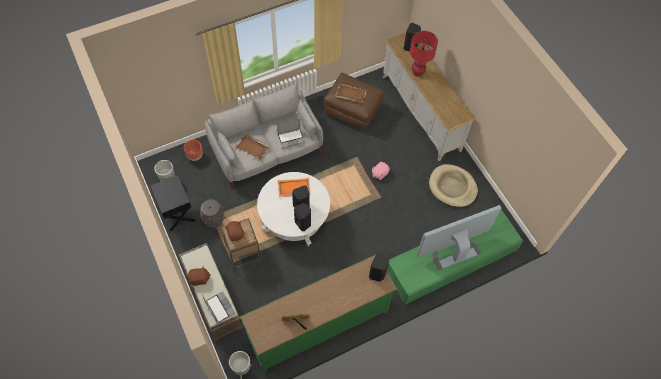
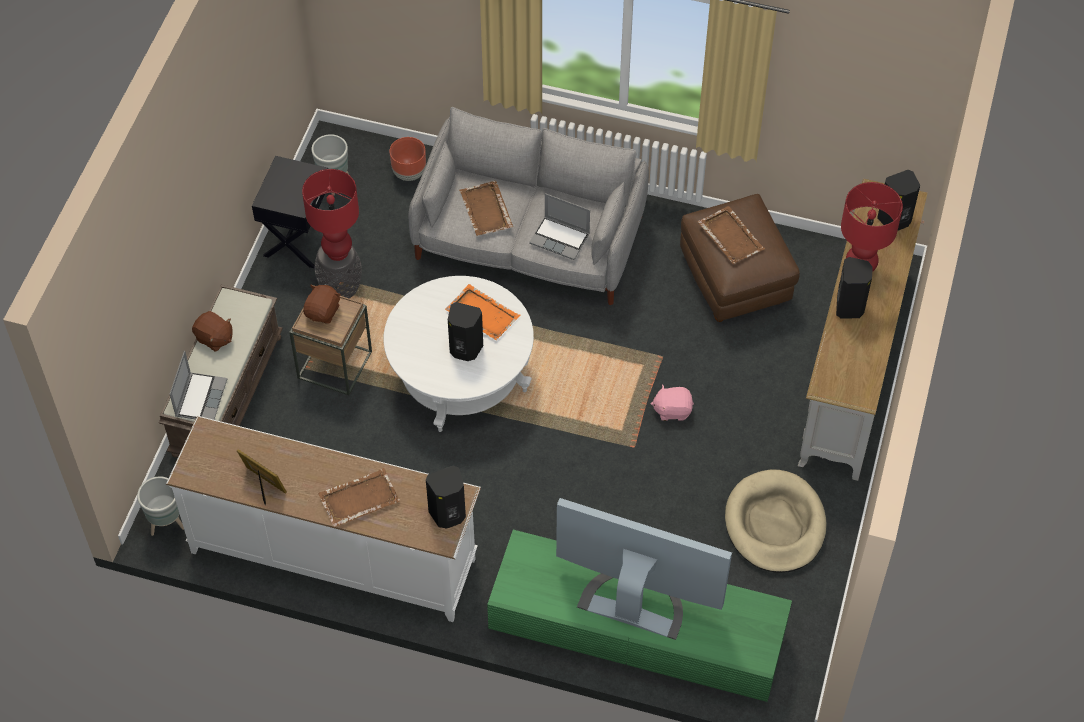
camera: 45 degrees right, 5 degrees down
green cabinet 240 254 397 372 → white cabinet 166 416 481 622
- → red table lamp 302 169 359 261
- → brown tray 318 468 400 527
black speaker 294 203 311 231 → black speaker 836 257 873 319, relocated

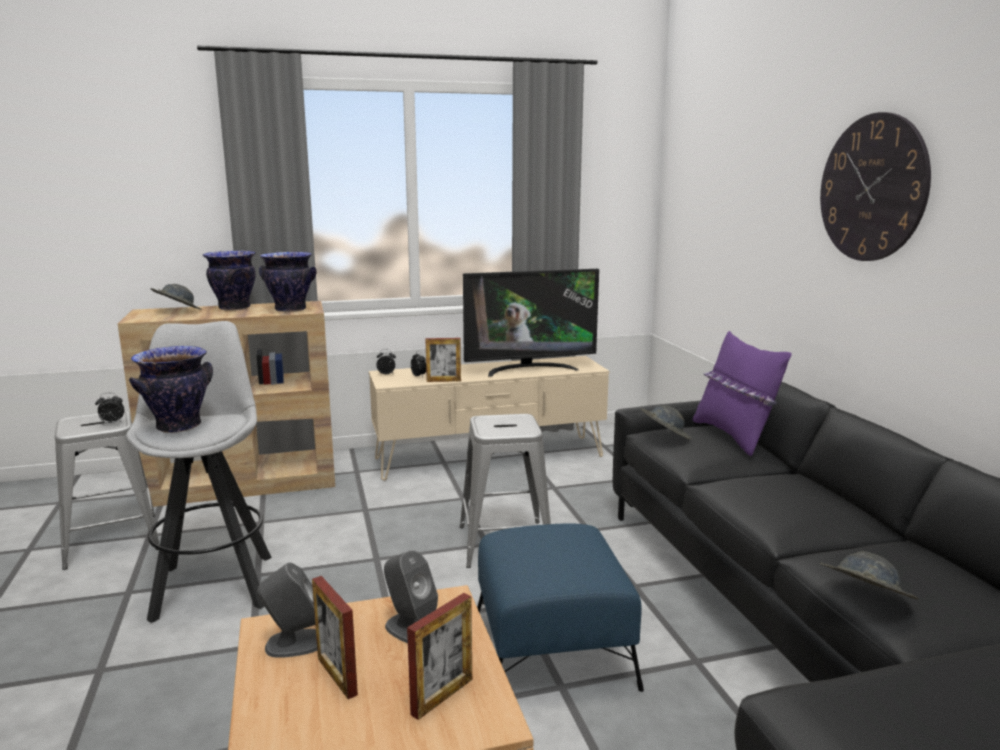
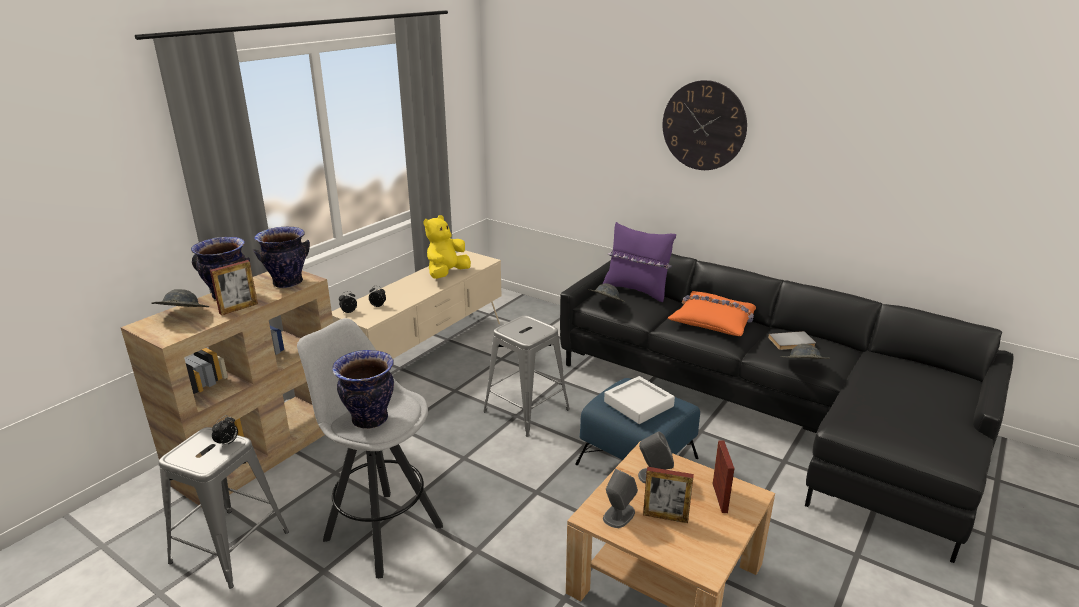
camera: 40 degrees left, 10 degrees up
picture frame 425 338 461 382 → picture frame 210 260 258 315, relocated
television 463 269 599 377 → yellow plush toy 423 215 471 279
- → grey tray 604 376 675 424
- → orange pillow 668 291 756 336
- → grey book 768 331 816 350

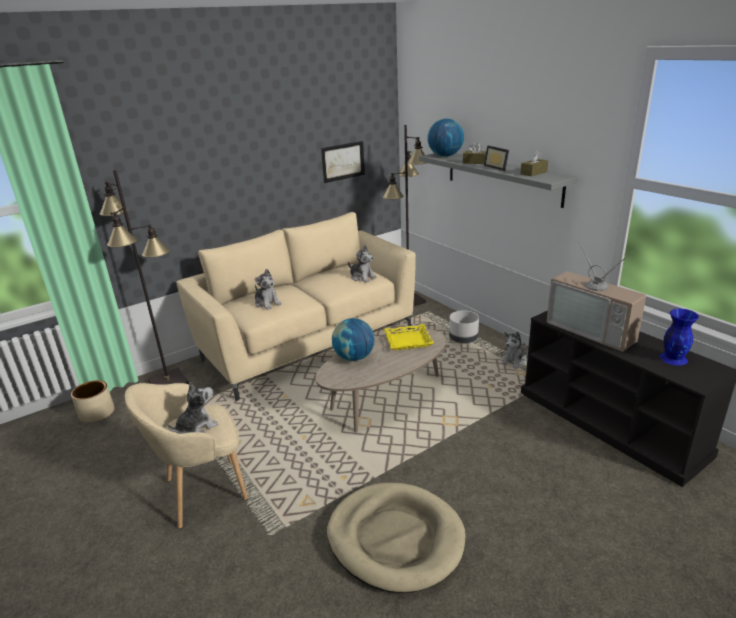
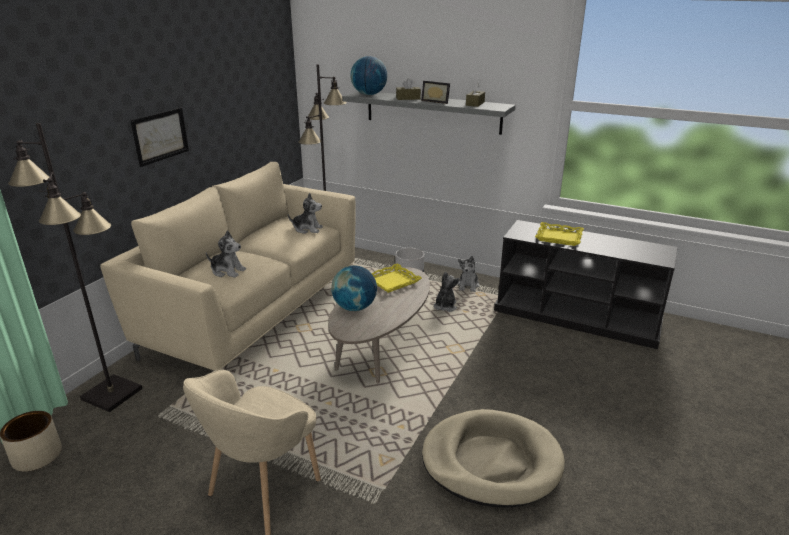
camera: 30 degrees left, 0 degrees up
picture 321 141 365 183 → picture 130 108 189 167, relocated
plush toy 167 382 218 434 → plush toy 434 272 460 312, relocated
television 547 240 646 352 → yellow tray 535 222 584 246
blue vase 660 309 699 366 → -

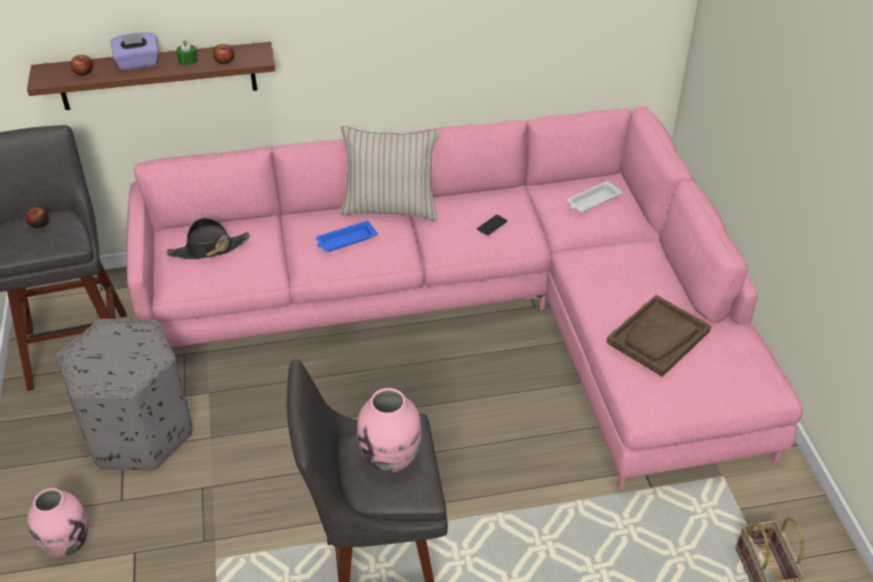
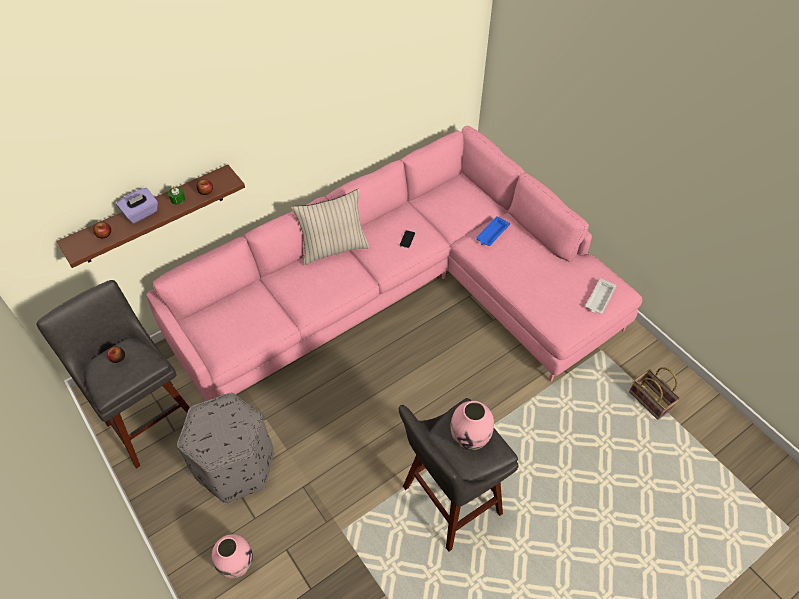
camera: 25 degrees left, 10 degrees up
blue tray 316 220 377 252 → blue tray 476 216 510 246, relocated
white tray 567 181 622 212 → white tray 586 278 616 314, relocated
black hat 167 218 250 259 → -
brown tray 606 295 711 377 → -

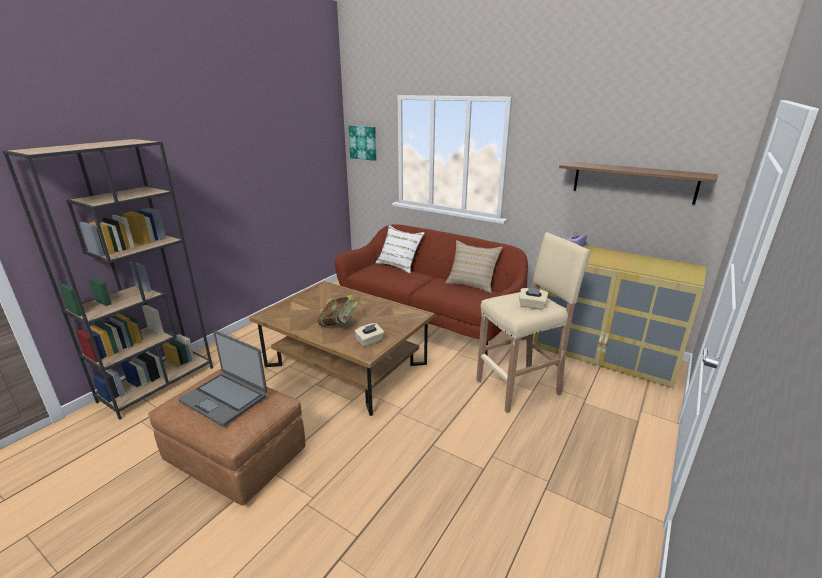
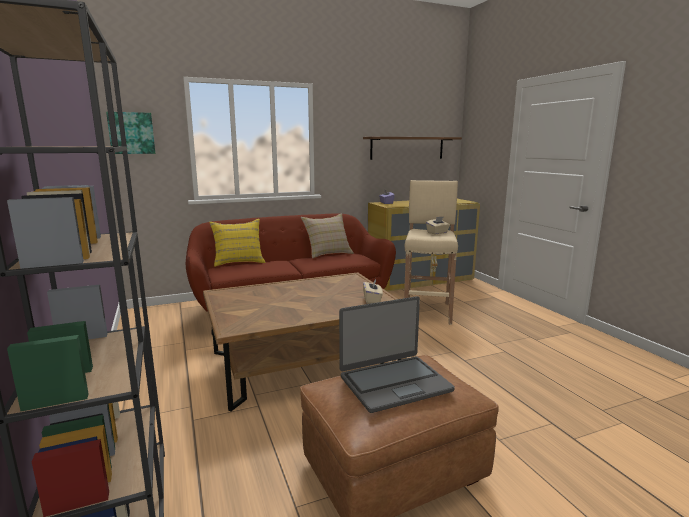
camera: 55 degrees left, 10 degrees down
white pillow 376 225 425 273 → yellow pillow 209 219 266 267
book 317 295 359 327 → -

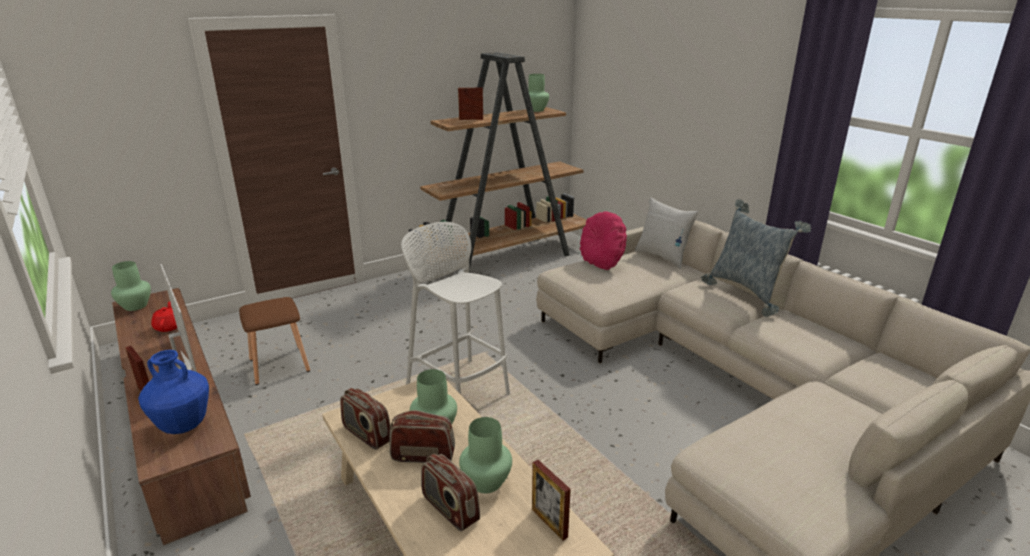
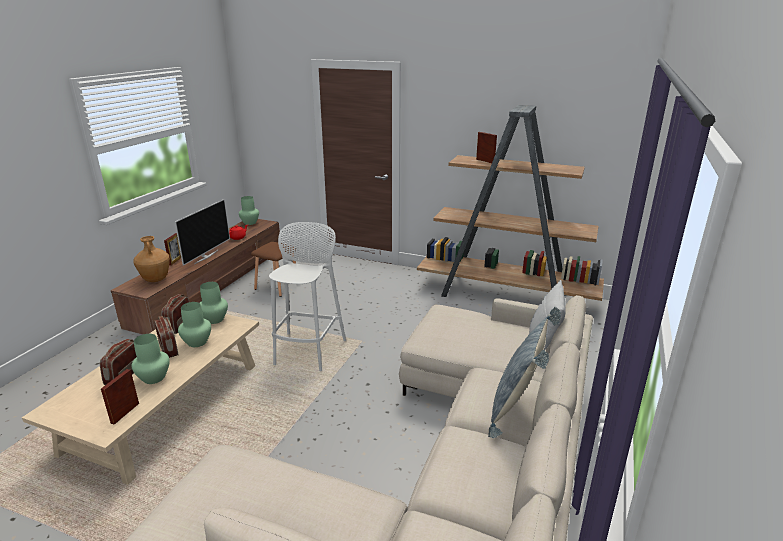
camera: 55 degrees right, 0 degrees up
blue vase 138 350 209 434 → brown vase 133 236 170 282
green vase 528 74 549 112 → green vase 200 282 228 324, relocated
pink pillow 580 212 627 270 → -

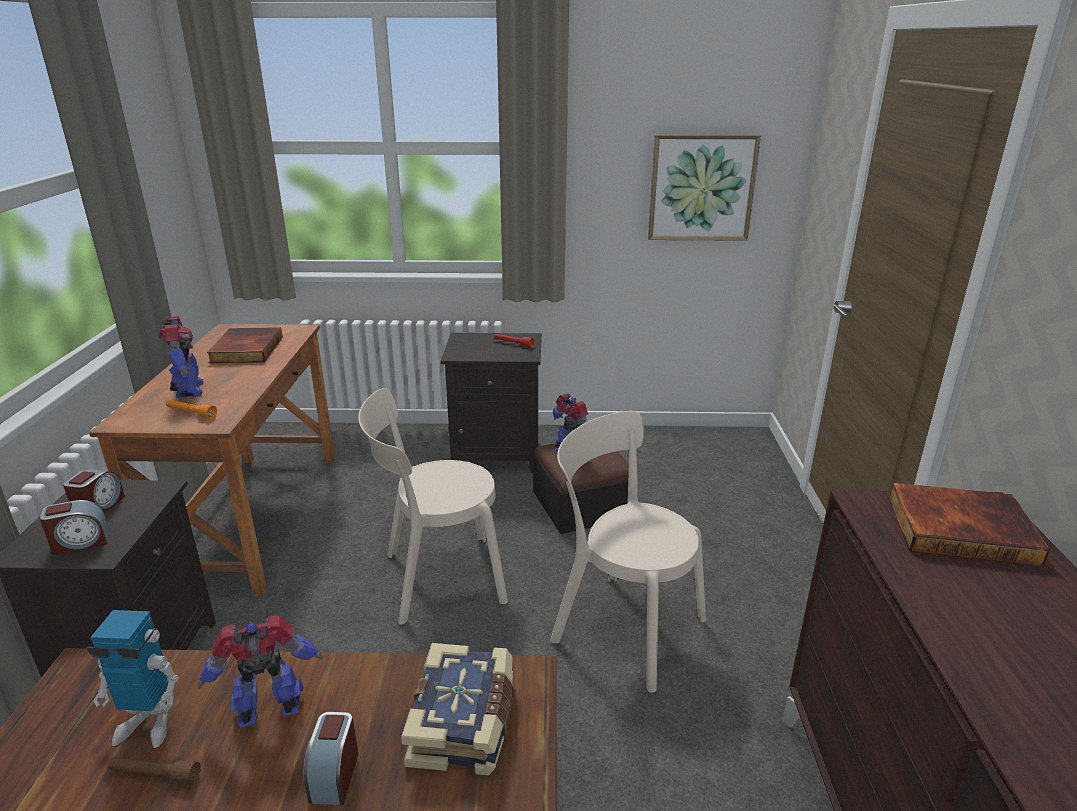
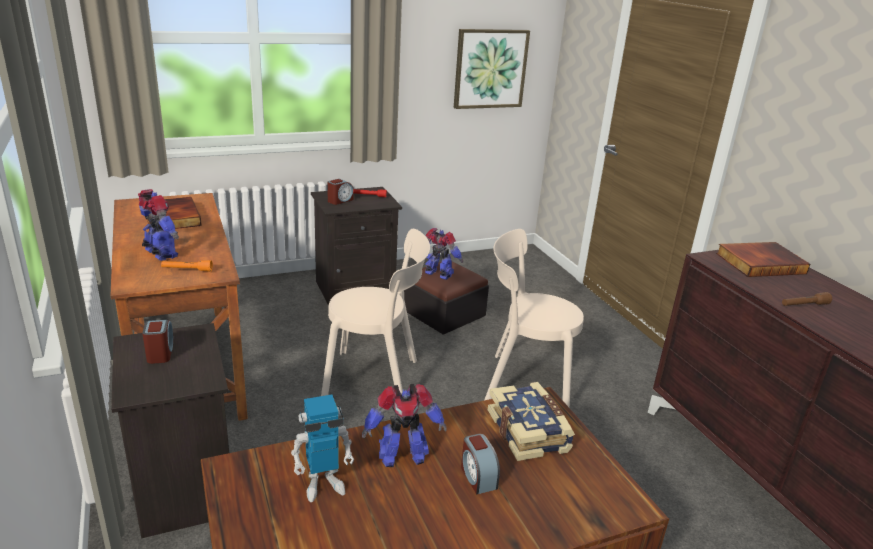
camera: 25 degrees left, 0 degrees up
beige chair 358 388 508 625 → beige chair 321 229 430 396, 135 degrees counterclockwise
alarm clock 40 500 110 555 → alarm clock 327 179 354 205, relocated
toy robot 198 616 323 727 → toy robot 362 384 447 467, 150 degrees counterclockwise
brown flashlight 108 757 201 785 → brown flashlight 782 292 832 306, relocated

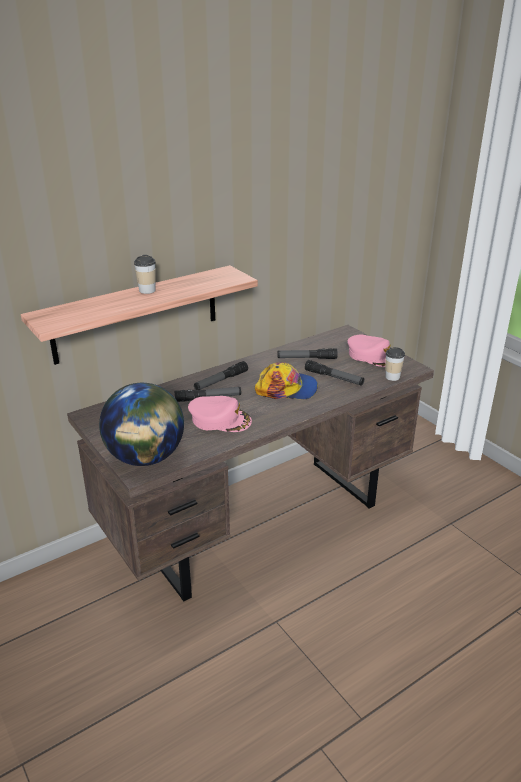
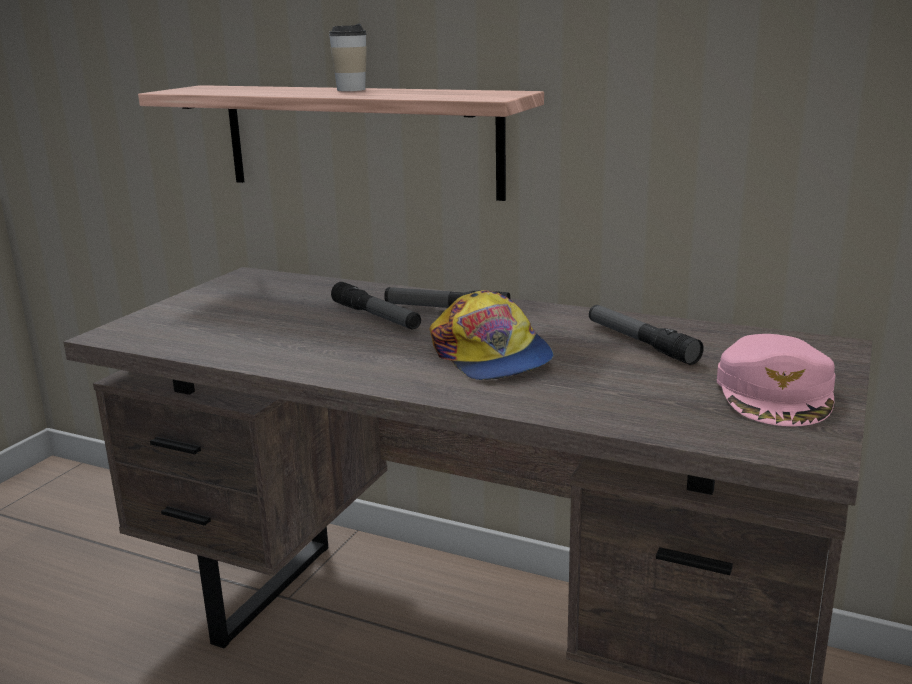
camera: 60 degrees right, 10 degrees down
globe 99 383 184 466 → -
pink cap 188 396 252 432 → -
flashlight 305 360 364 386 → -
cup 385 347 405 381 → -

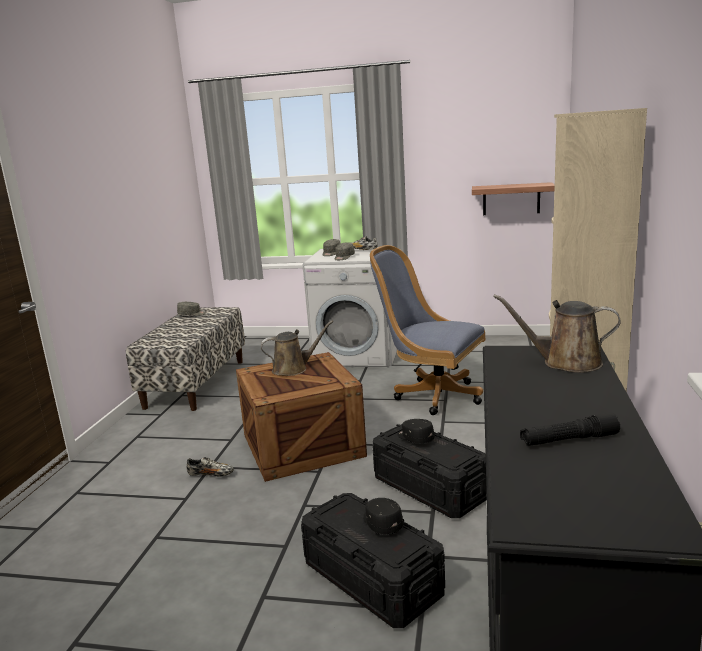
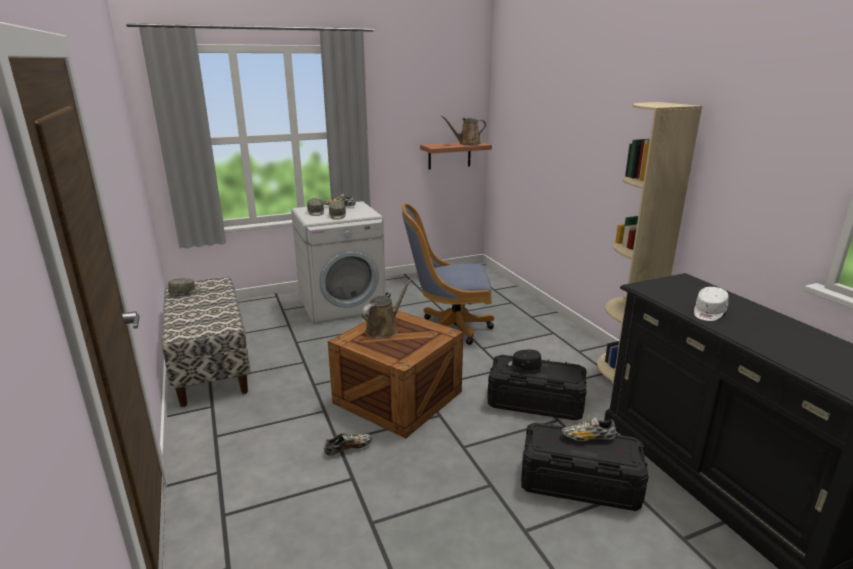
camera: 35 degrees left, 5 degrees up
brown watering can 493 294 621 373 → brown watering can 441 116 486 145, relocated
black cap 363 498 403 535 → shoe 561 417 616 441
- → white cap 694 287 729 321
black flashlight 520 412 620 446 → -

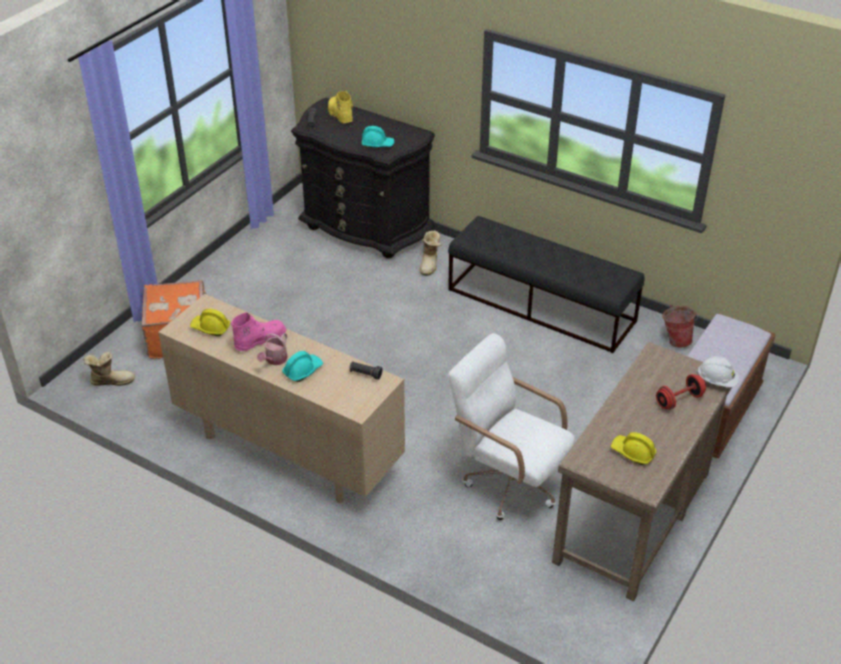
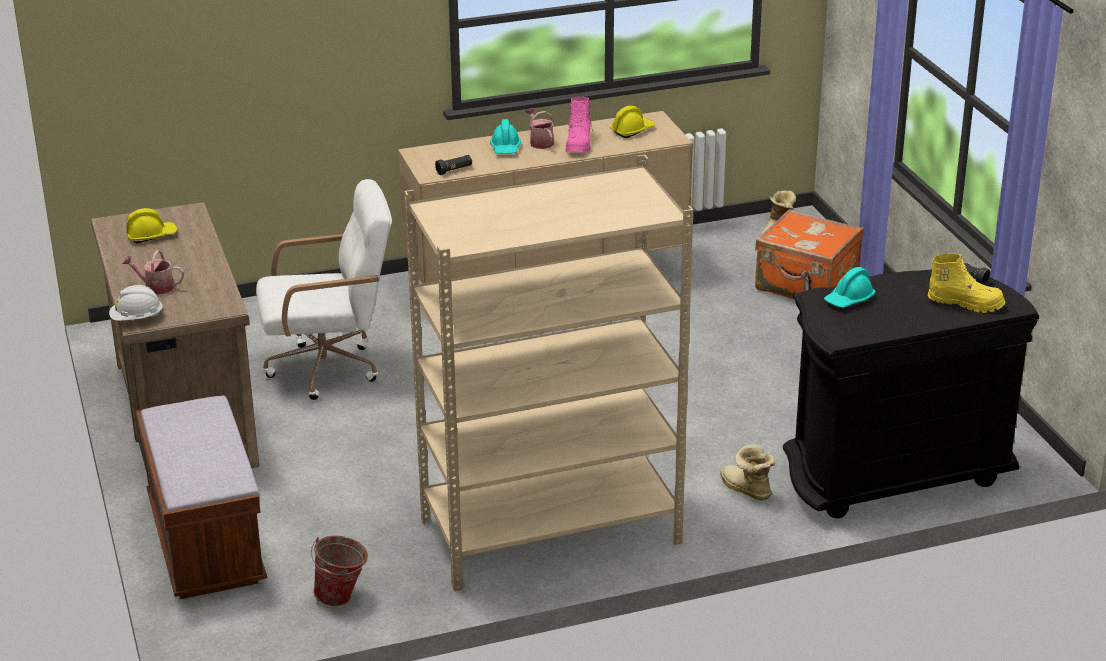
camera: 130 degrees right, 10 degrees down
red dumbbell 656 374 706 410 → watering can 122 250 184 294
black bench 448 216 644 353 → beige bookcase 404 155 693 591

